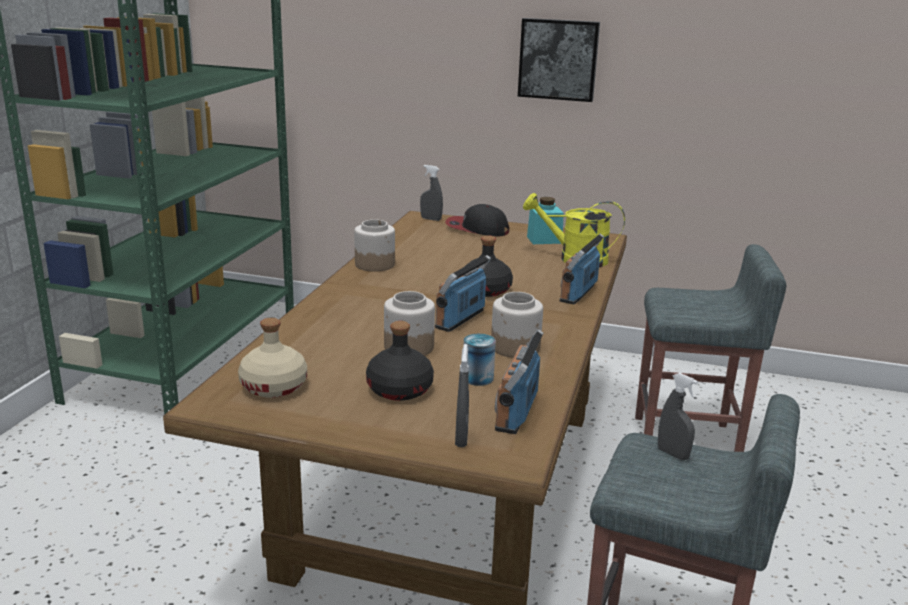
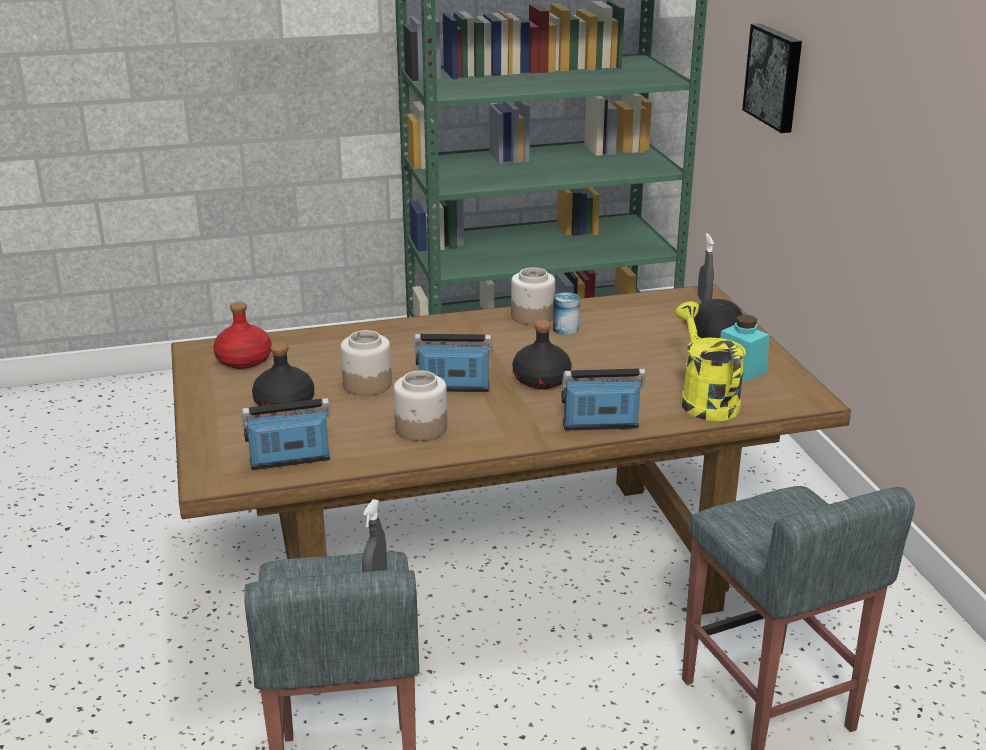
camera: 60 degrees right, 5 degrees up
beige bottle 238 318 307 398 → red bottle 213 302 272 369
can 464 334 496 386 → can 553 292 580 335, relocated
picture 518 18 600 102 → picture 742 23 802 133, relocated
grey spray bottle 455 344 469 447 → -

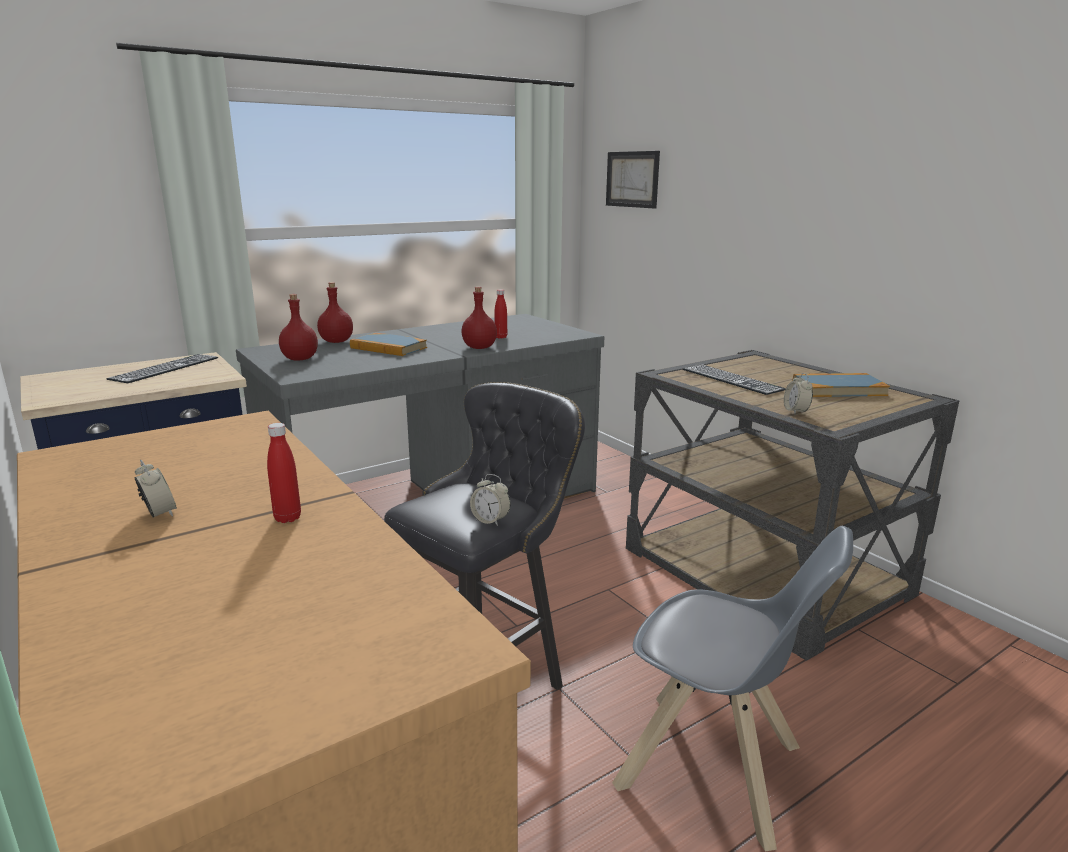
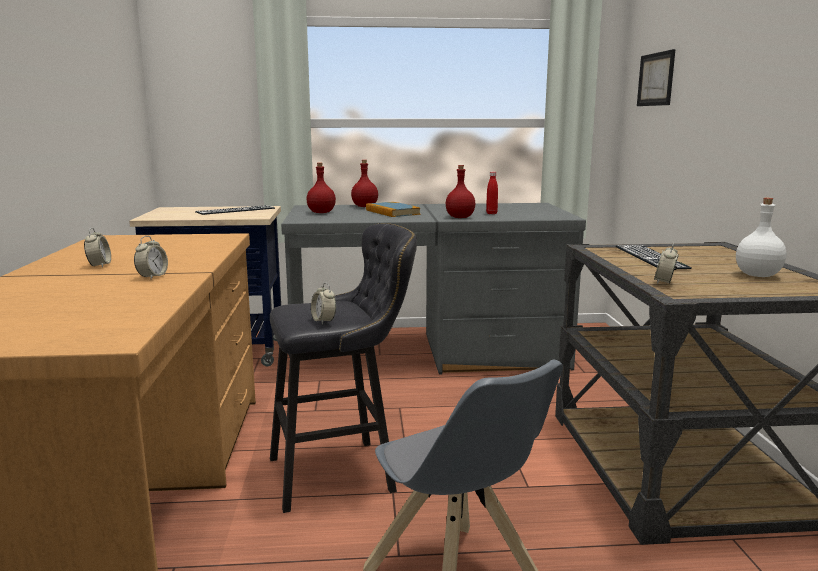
camera: 30 degrees right, 5 degrees down
red bottle 267 423 301 523 → alarm clock 134 236 168 279
book 793 373 890 397 → white bottle 736 198 786 277

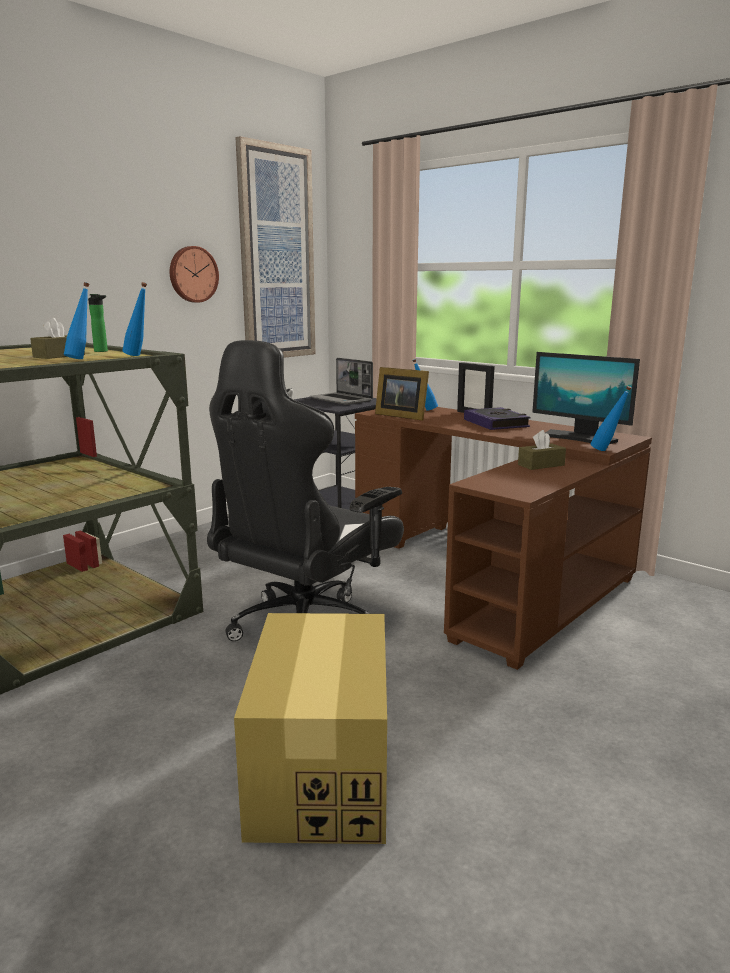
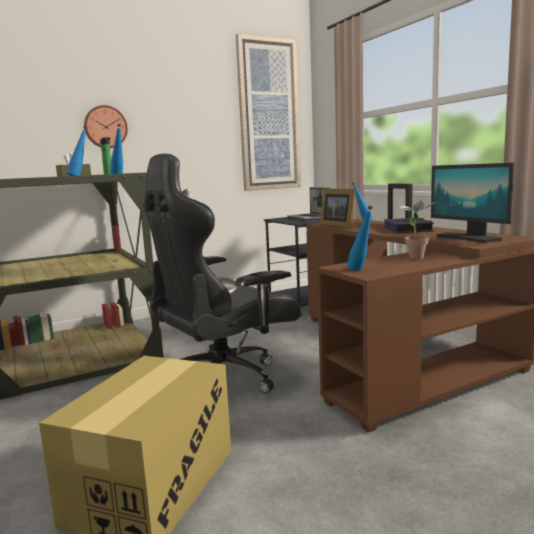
camera: 20 degrees right, 5 degrees down
wall clock 170 246 219 303 → wall clock 84 105 128 148, relocated
blue bottle 590 386 632 451 → blue bottle 347 205 373 271, relocated
brown tissue box 518 430 566 470 → potted plant 398 198 434 259

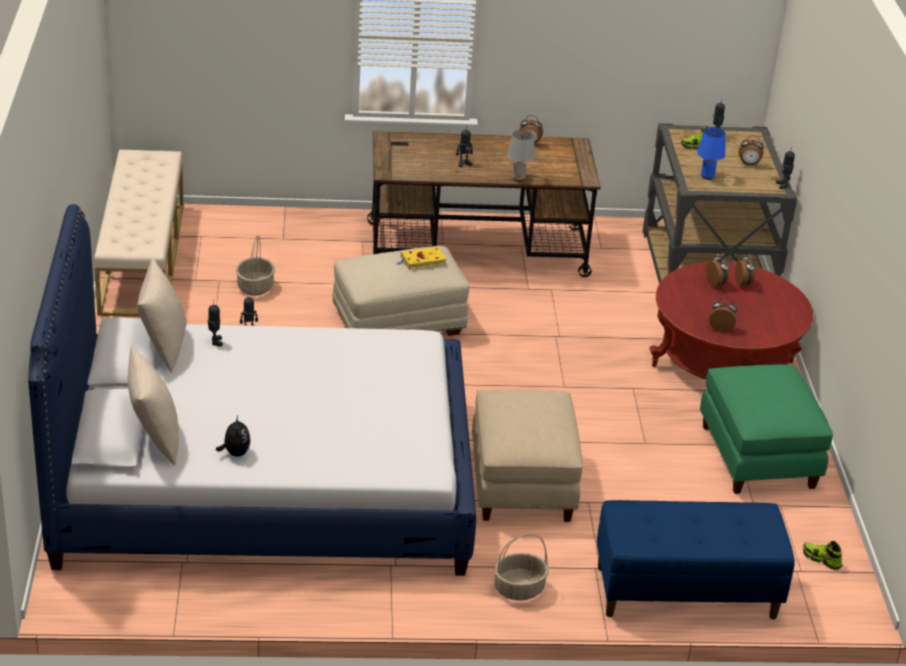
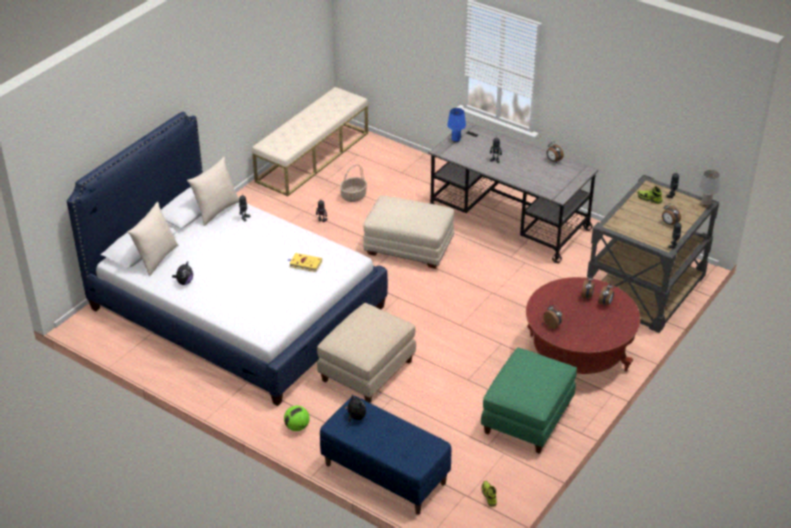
camera: 40 degrees right, 5 degrees up
basket 494 534 549 601 → football 284 406 310 431
yellow book 397 247 446 270 → yellow book 288 253 322 272, relocated
- → plush toy 344 394 366 422
brown desk 367 131 601 277 → grey desk 429 121 598 263
blue table lamp 697 127 726 180 → blue table lamp 447 108 466 142, relocated
grey table lamp 507 130 535 181 → grey table lamp 699 170 720 206, relocated

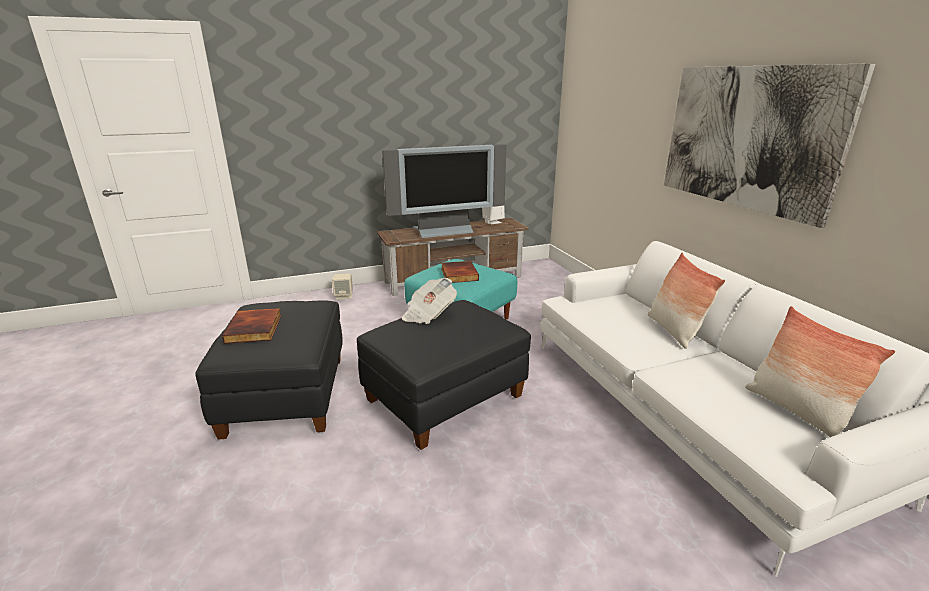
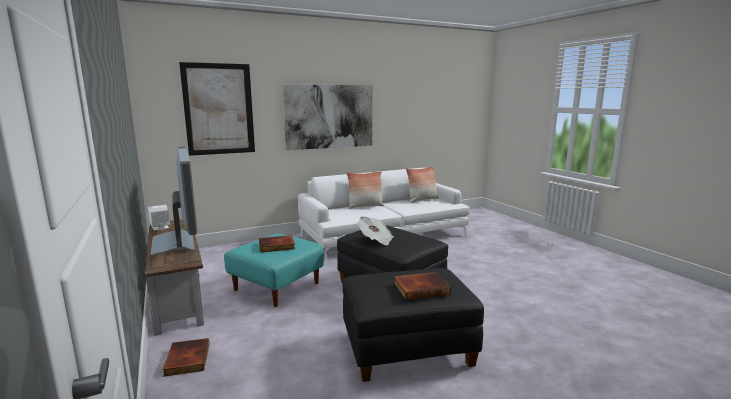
camera: 95 degrees left, 10 degrees down
beige speaker 332 273 353 300 → book 163 338 209 377
- → picture 179 62 255 156

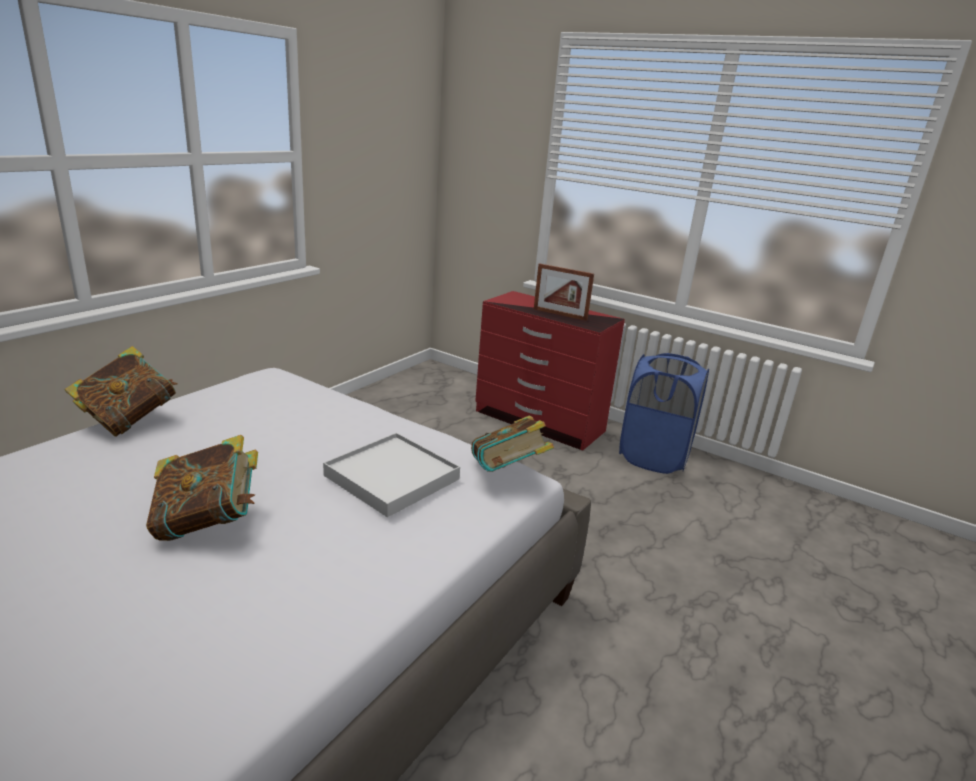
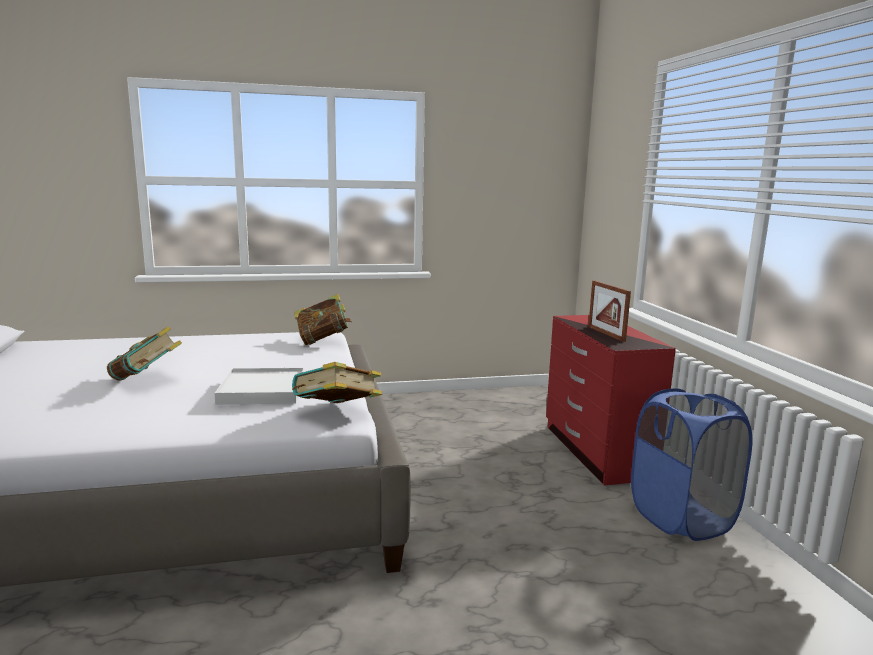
camera: 45 degrees right, 10 degrees down
book 64 346 177 437 → book 294 294 352 345, relocated

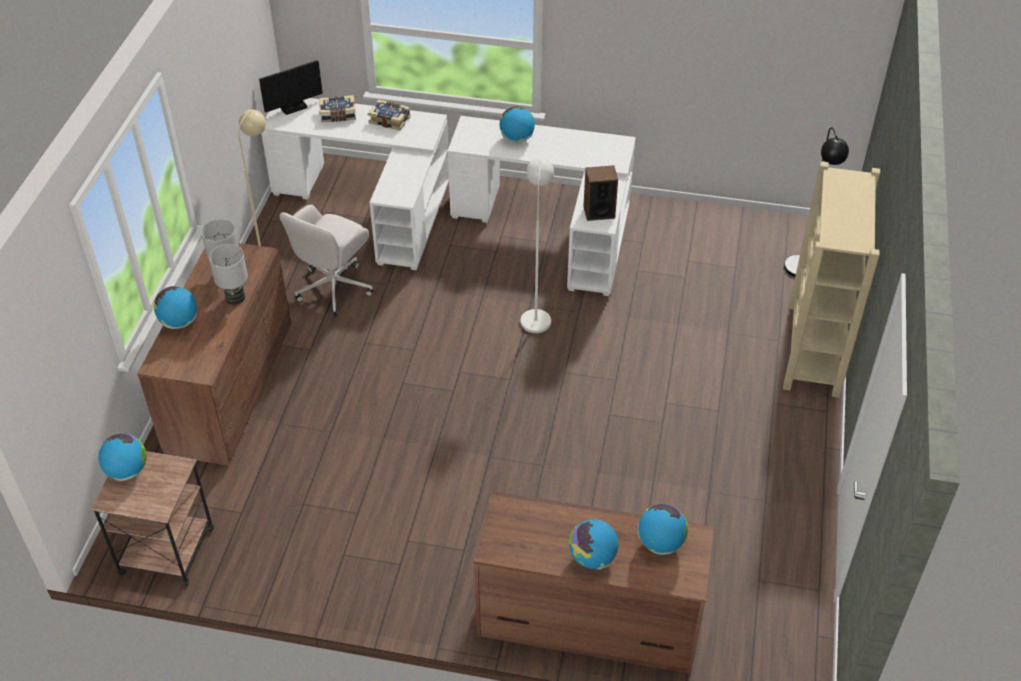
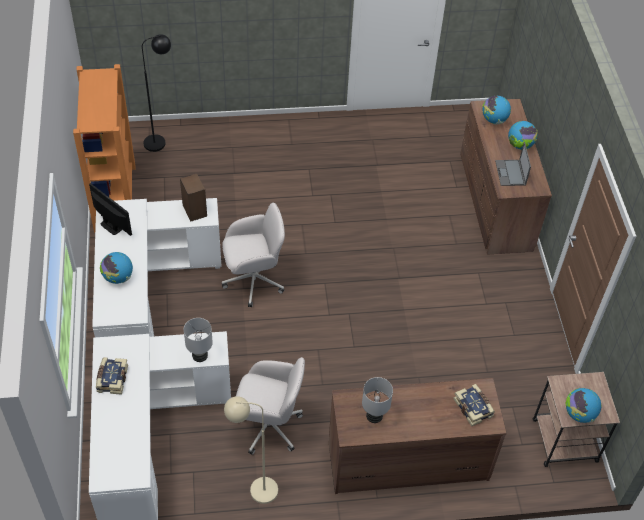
camera: 110 degrees left, 5 degrees up
- → orange bookcase 73 64 136 233
monitor 259 60 323 115 → monitor 89 183 132 236, relocated
grey table lamp 209 244 248 305 → grey table lamp 184 318 213 362, relocated
white floor lamp 521 158 554 333 → white office chair 222 203 285 307
book 319 95 356 122 → book 453 384 495 427, relocated
- → laptop 495 142 531 186
globe 154 286 197 329 → -
beige bookcase 783 161 880 398 → -

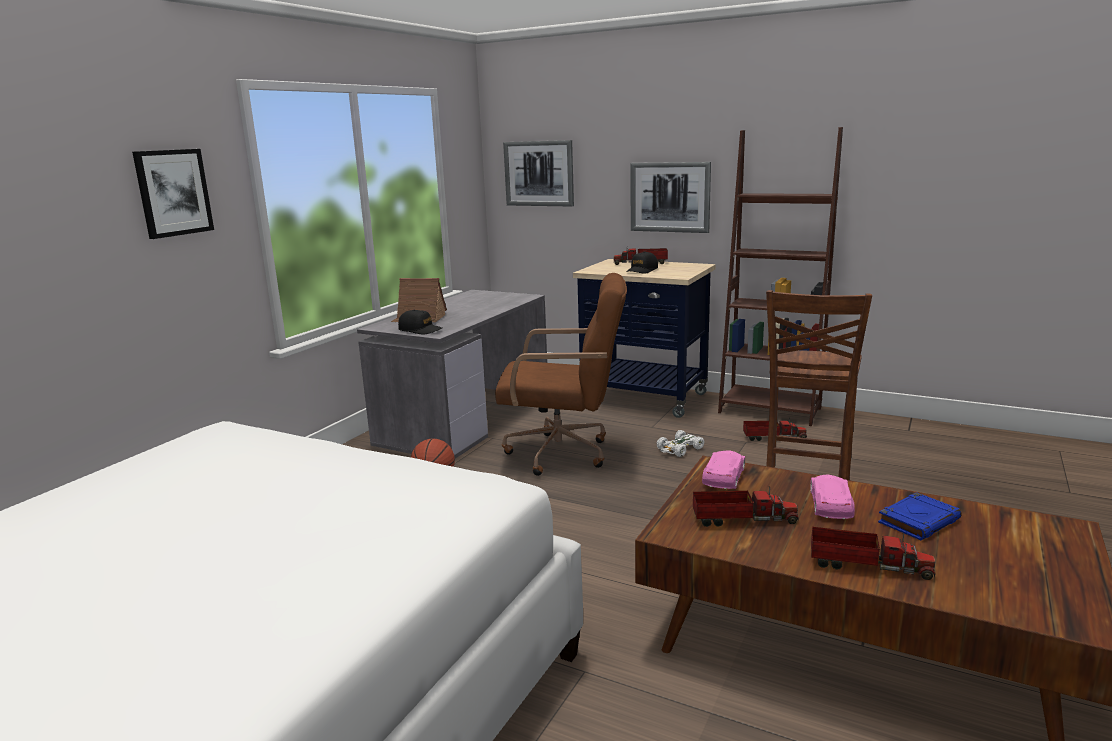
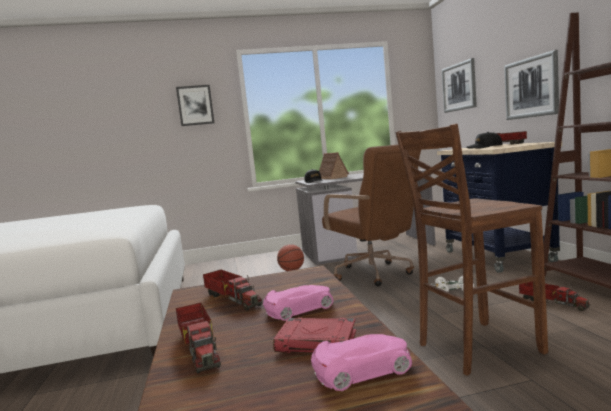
camera: 50 degrees right, 10 degrees down
blue book 878 492 961 540 → red book 273 318 356 353
pink toy car 702 451 745 489 → pink toy car 311 334 412 391, relocated

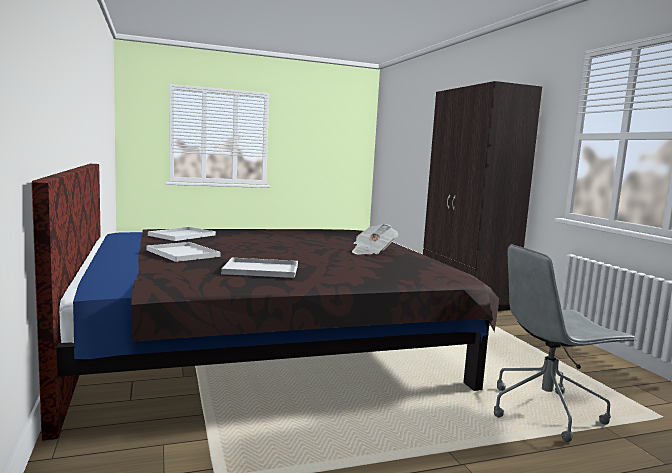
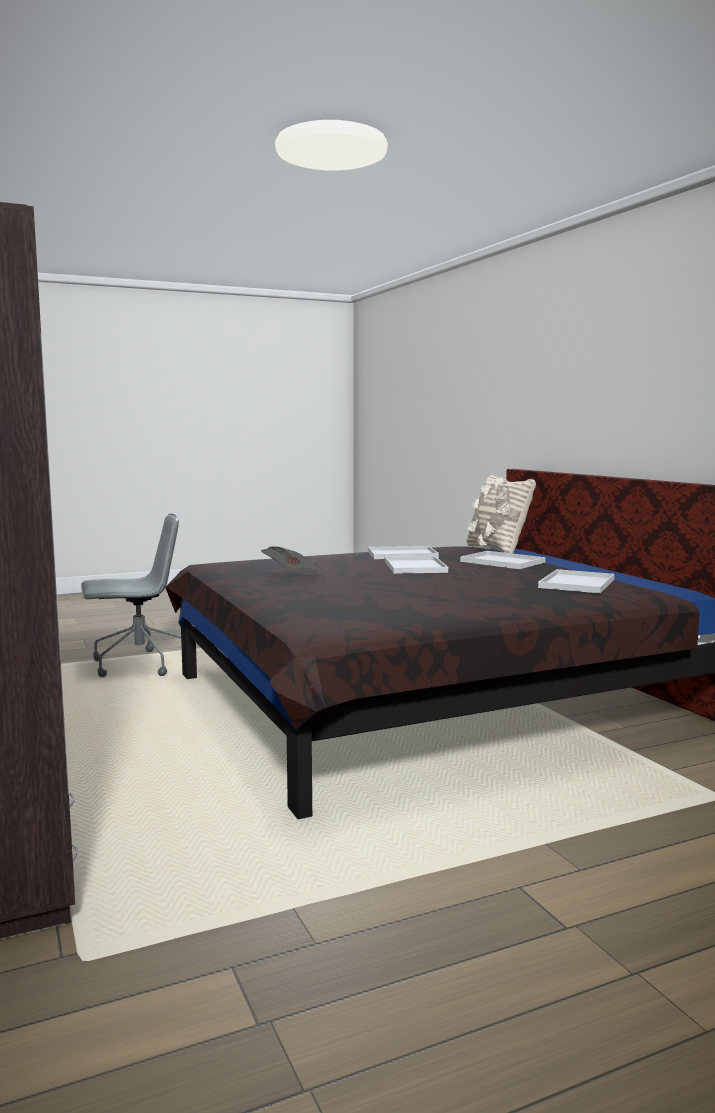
camera: 175 degrees right, 0 degrees up
- → white tray 385 556 448 574
- → beige pillow 467 475 536 554

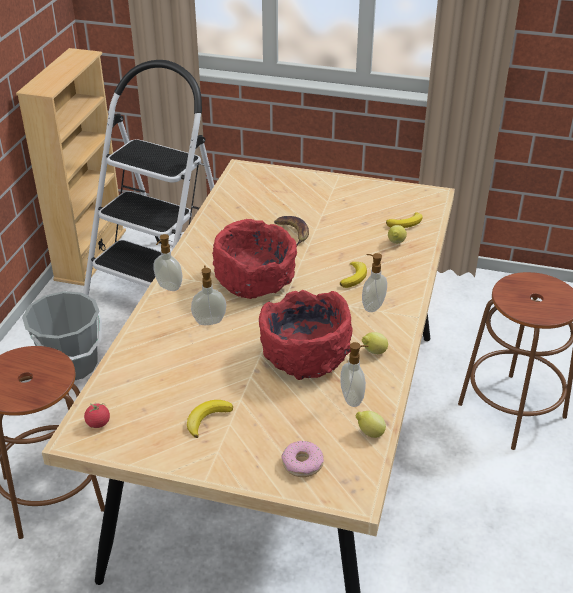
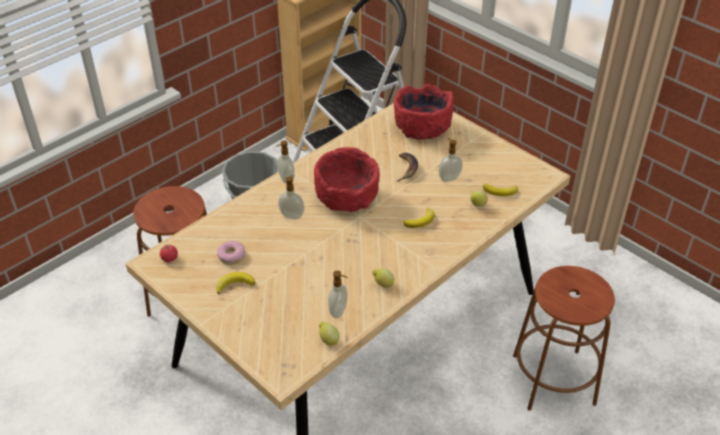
camera: 30 degrees right, 5 degrees up
donut 281 441 324 477 → donut 217 241 245 264, relocated
red bowl 259 290 353 380 → red bowl 394 84 454 140, relocated
soap dispenser 362 253 387 312 → soap dispenser 438 138 463 182, relocated

